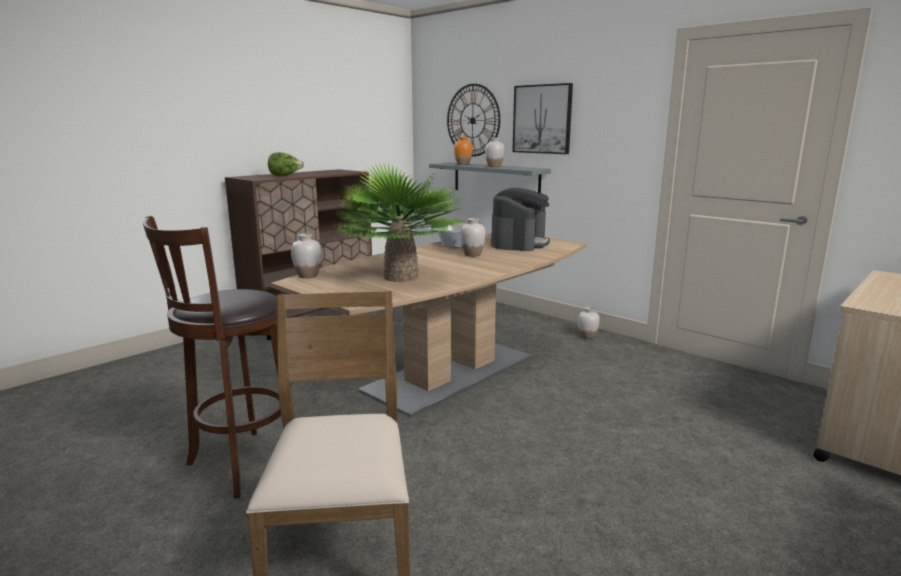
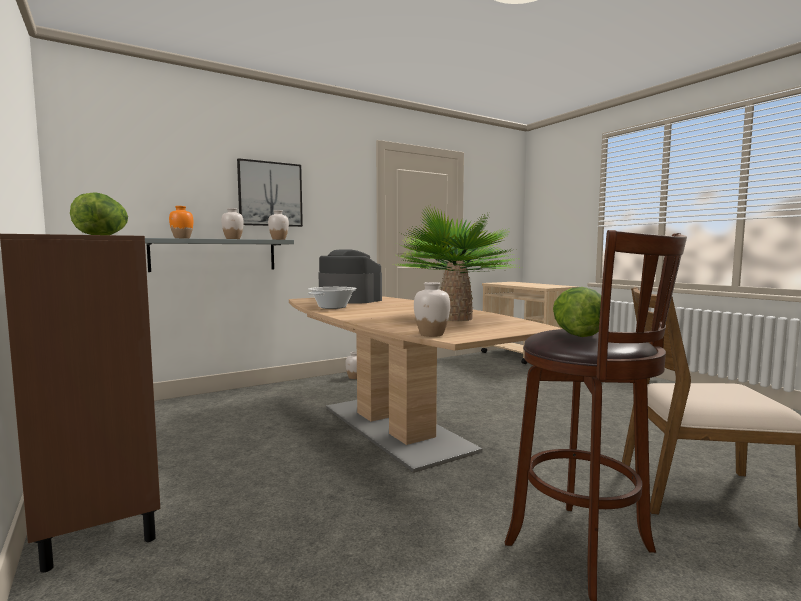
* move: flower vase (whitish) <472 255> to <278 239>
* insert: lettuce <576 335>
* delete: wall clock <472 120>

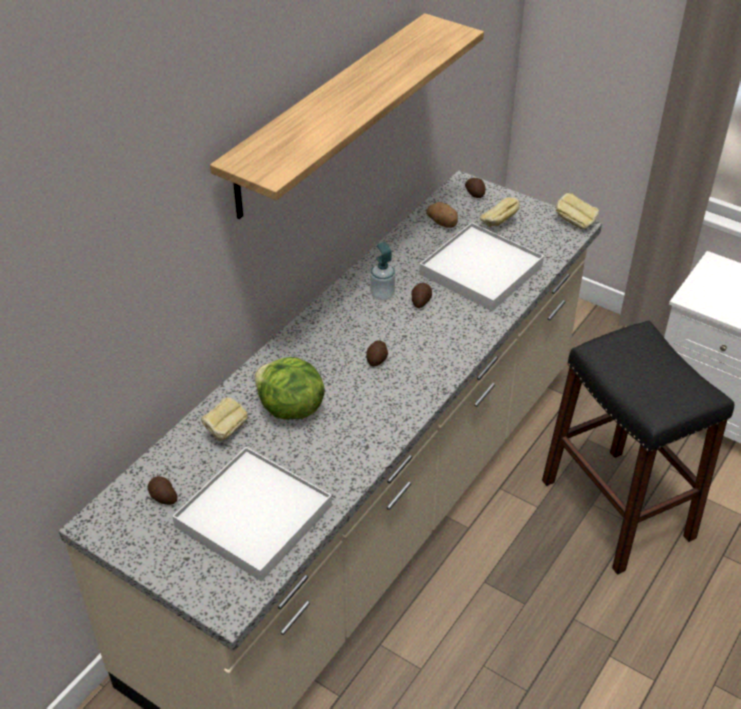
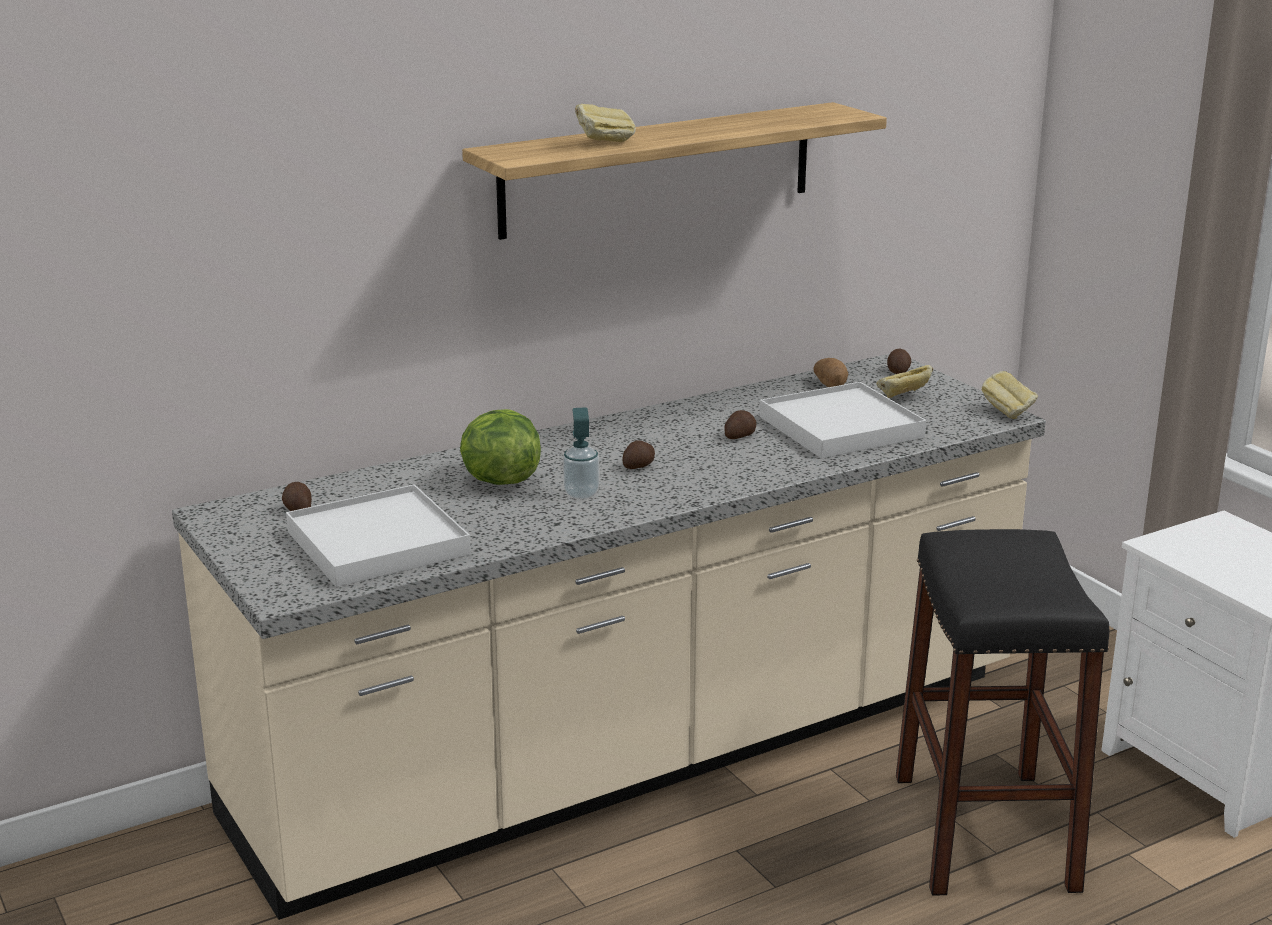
* move: soap dispenser <382 295> to <581 494>
* move: bread <225 431> to <604 143>

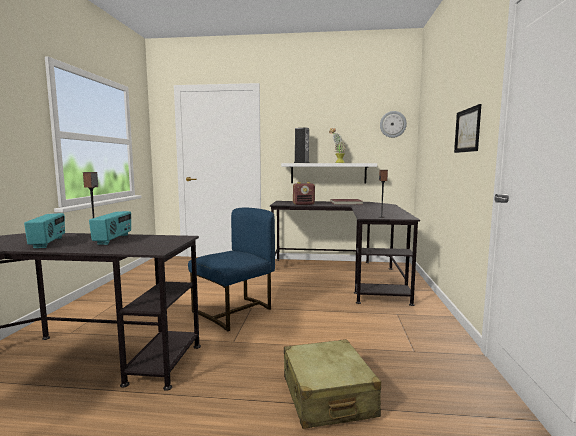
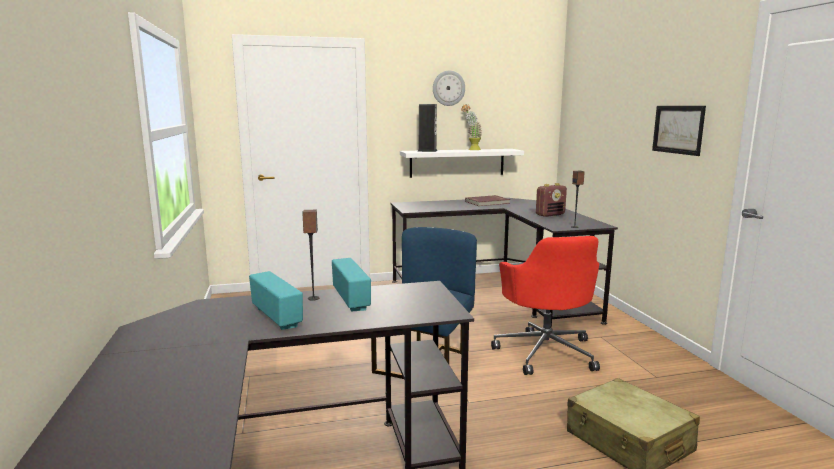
* move: wall clock <393 124> to <448 88>
* insert: desk chair (red) <545 352>
* move: radio set <304 204> to <550 215>

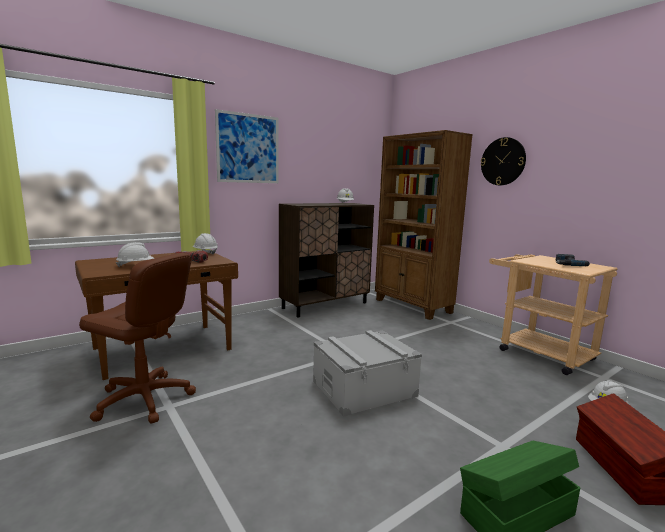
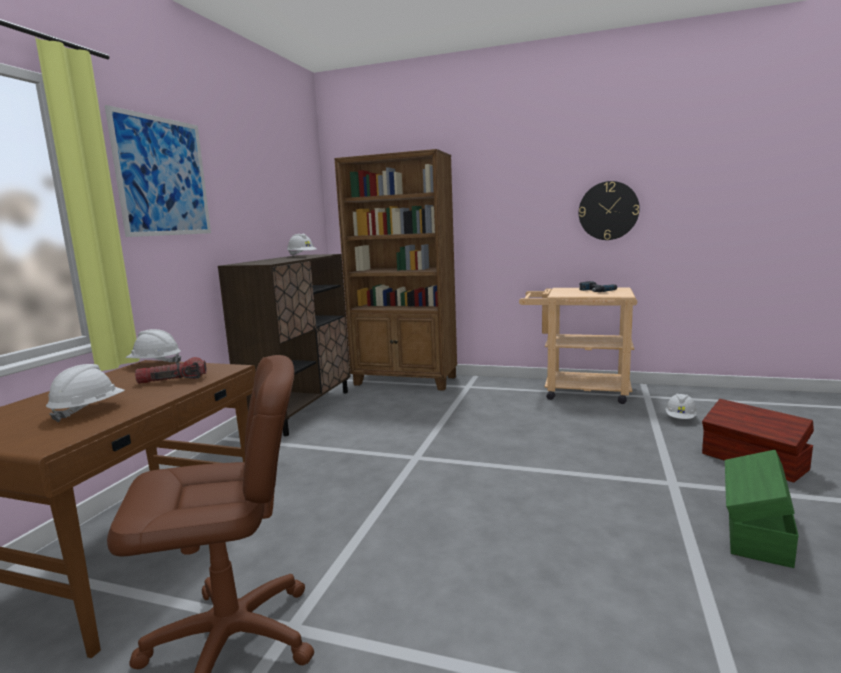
* move: wall clock <503 161> to <608 211>
* delete: storage bin (gray) <364 388>

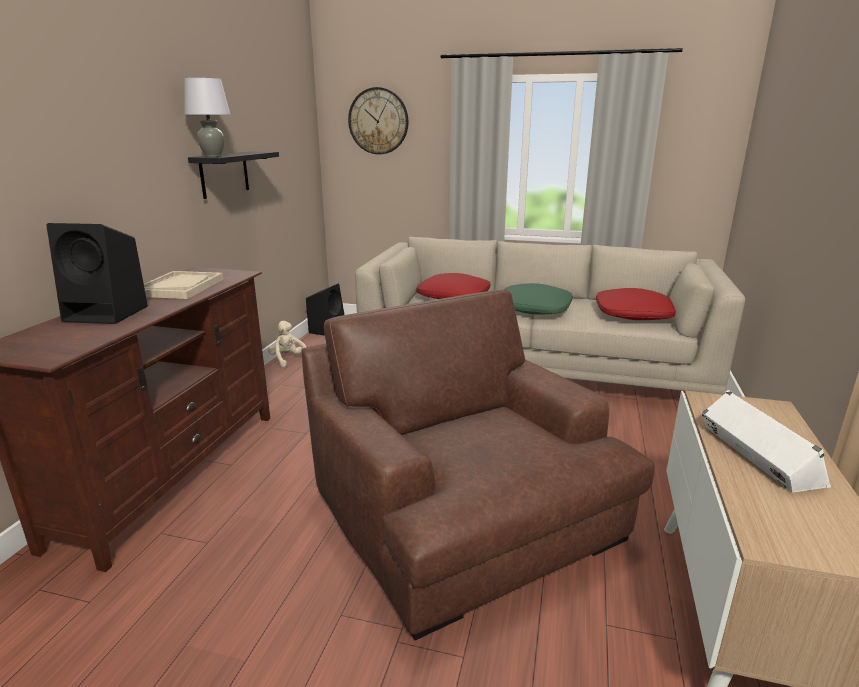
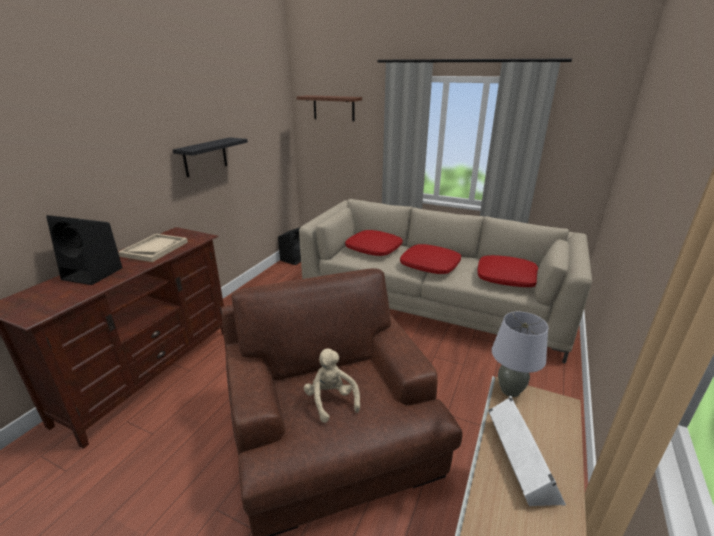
* replace: wall clock <378 121> to wall shelf (brownish) <333 108>
* move: cuddly toy (beige-coloured) <288 360> to <331 400>
* recolor: pillow (green-coloured) <534 308> to pillow (red) <430 265>
* move: table lamp (gray) <213 156> to <510 390>

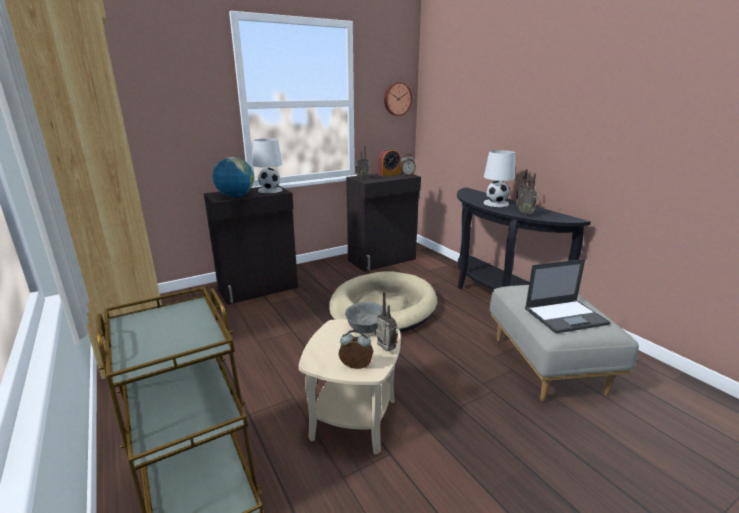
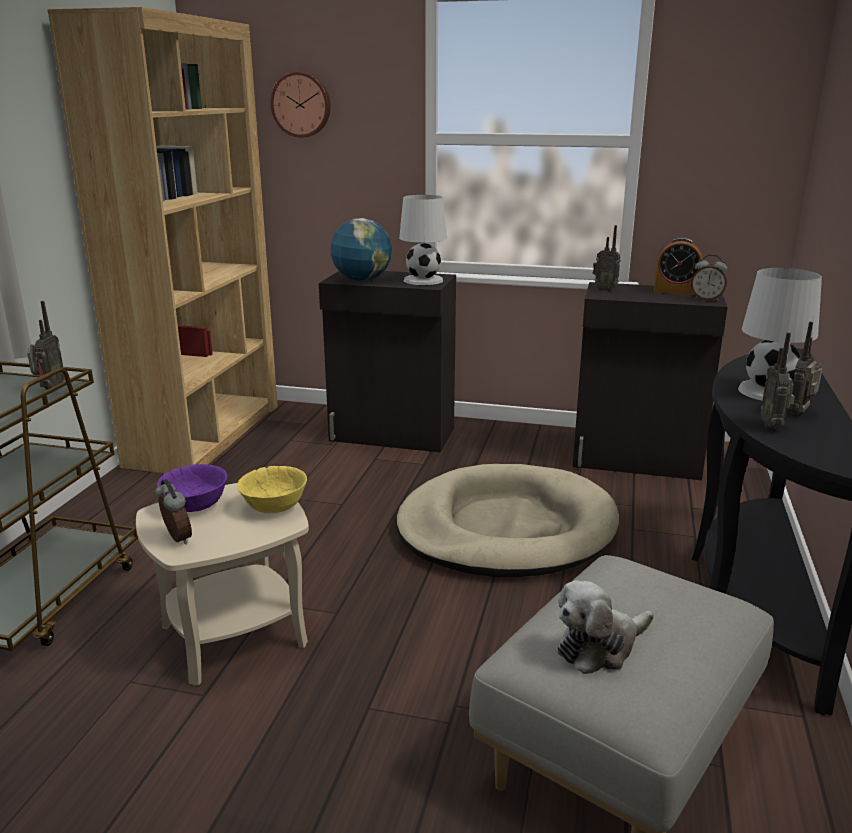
* move: radio set <385 351> to <49 389>
* insert: deep dish (purplish) <195 506>
* recolor: deep dish (gray) <366 329> to deep dish (yellow-coloured) <274 507>
* move: wall clock <397 99> to <301 105>
* replace: notebook computer <566 316> to cuddly toy <600 647>

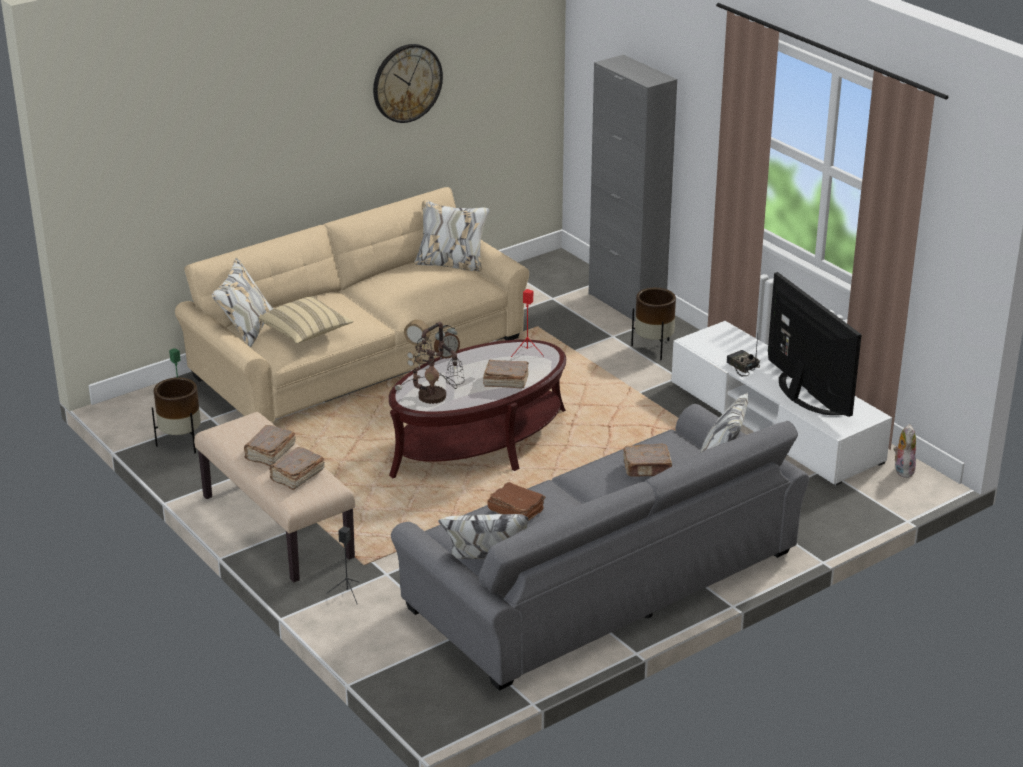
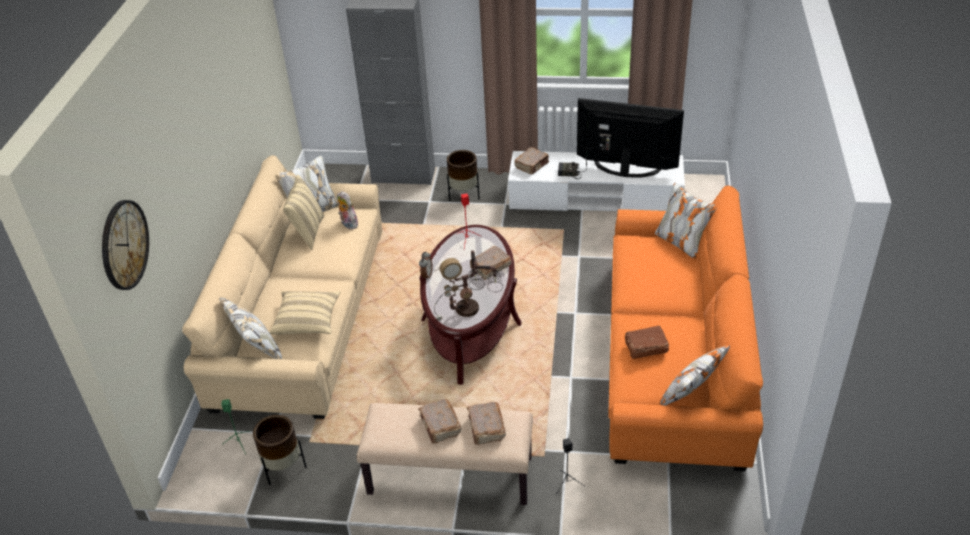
* move: wall clock <407 83> to <124 244>
* insert: pillow (beige-coloured) <307 232>
* move: cuddly toy <902 469> to <348 224>
* move: book (brownish) <648 469> to <532 166>
* recolor: settee (gray) <601 580> to settee (orangey) <675 357>

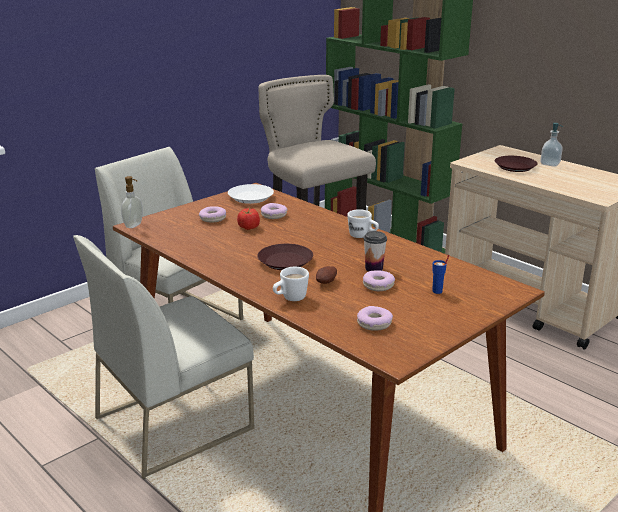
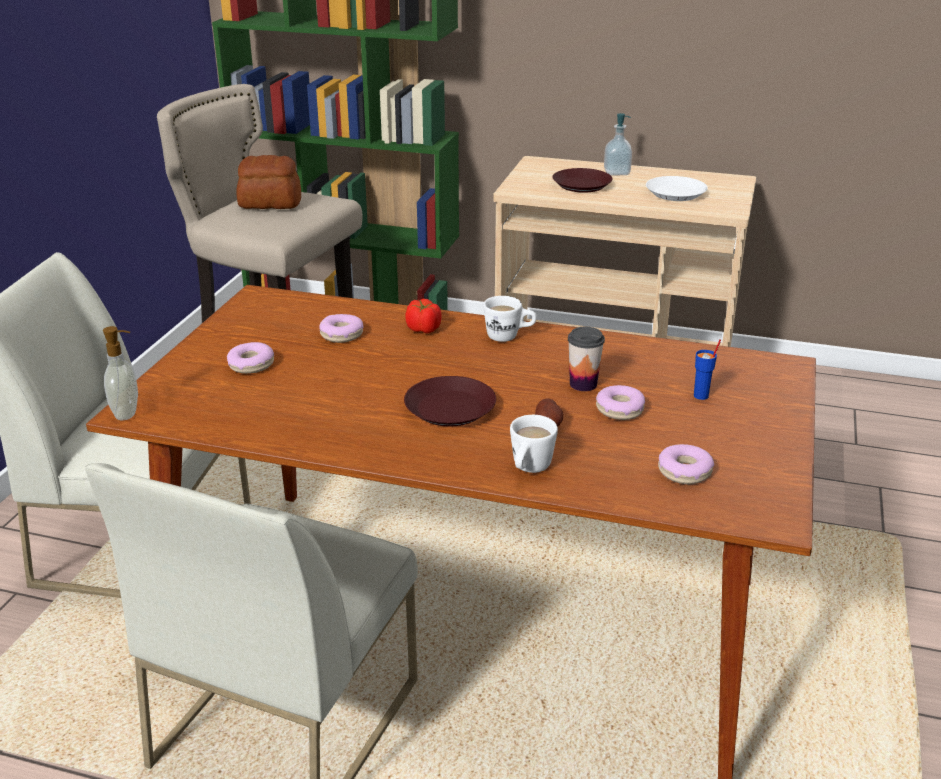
* insert: bread <270 203>
* move: tomato <248 227> to <423 329>
* move: dinner plate (whitish) <251 197> to <676 193>

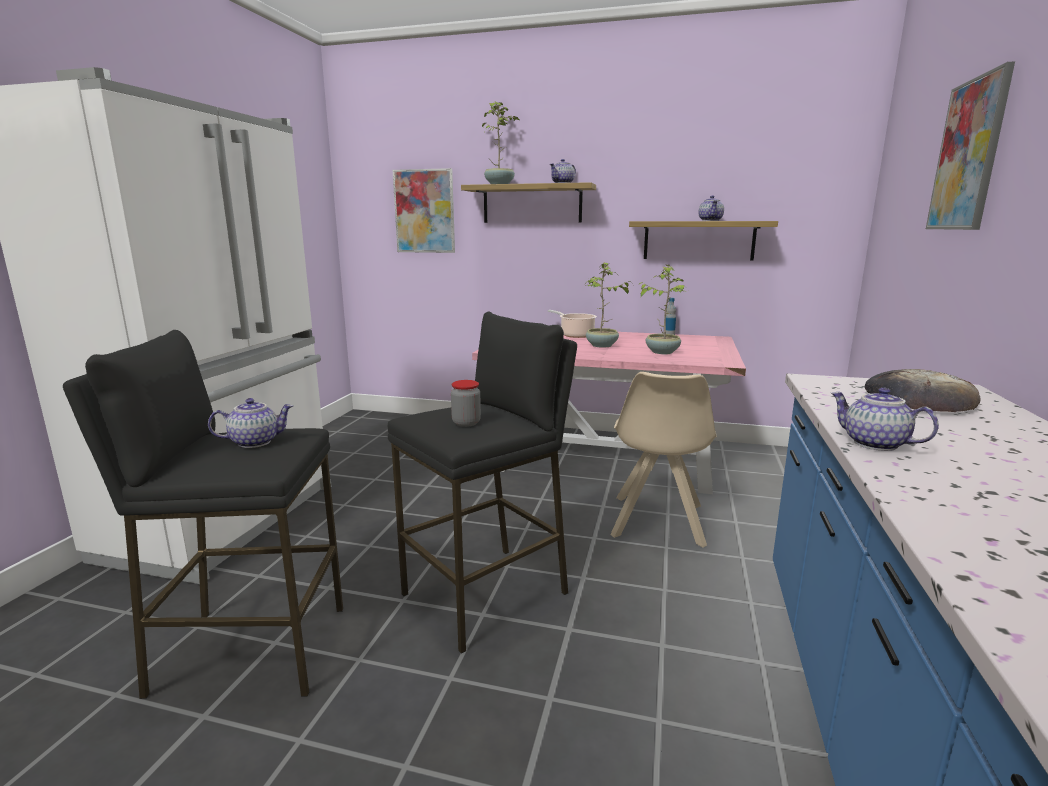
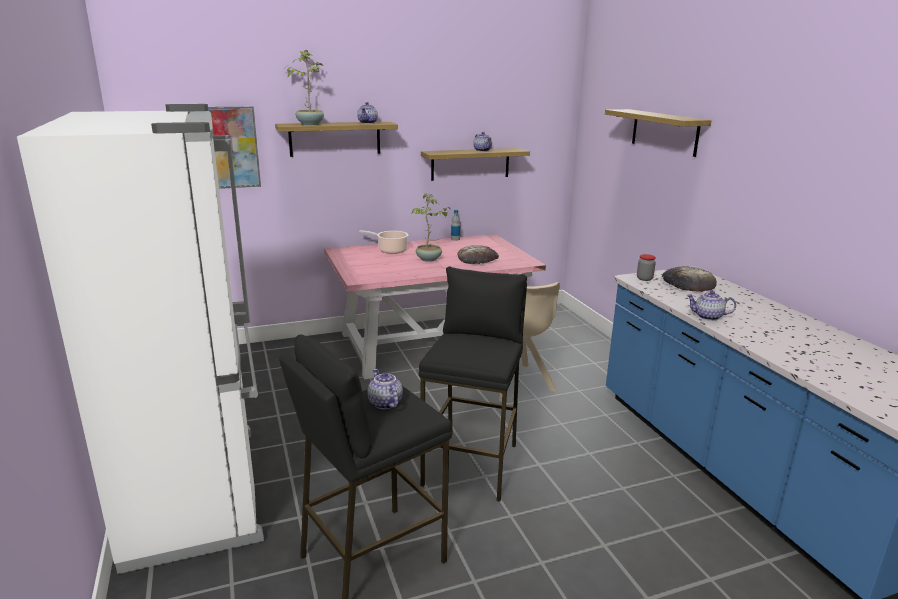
* rotate: teapot <255 442> = <384 403> 60 degrees counterclockwise
* replace: potted plant <662 352> to bread <477 258>
* replace: wall art <968 155> to wall shelf <664 132>
* move: preserve jar <466 423> to <644 278>

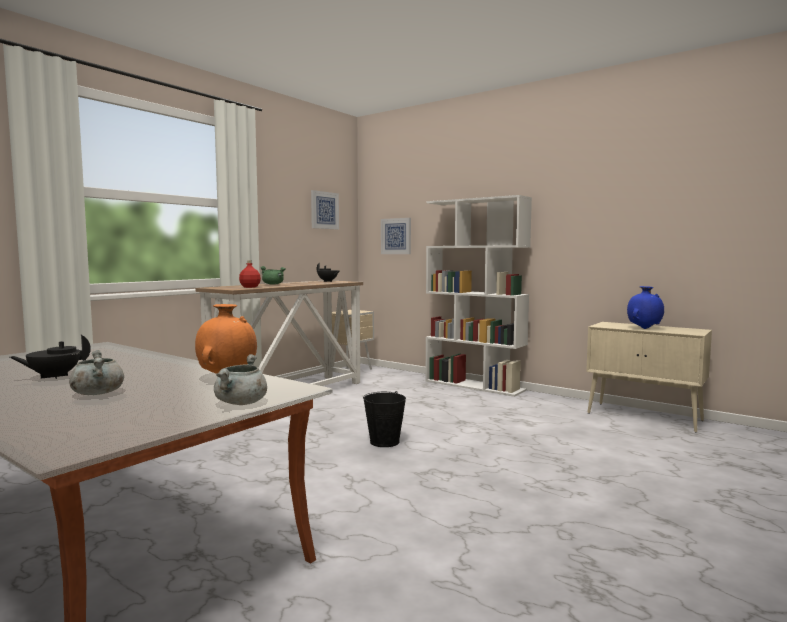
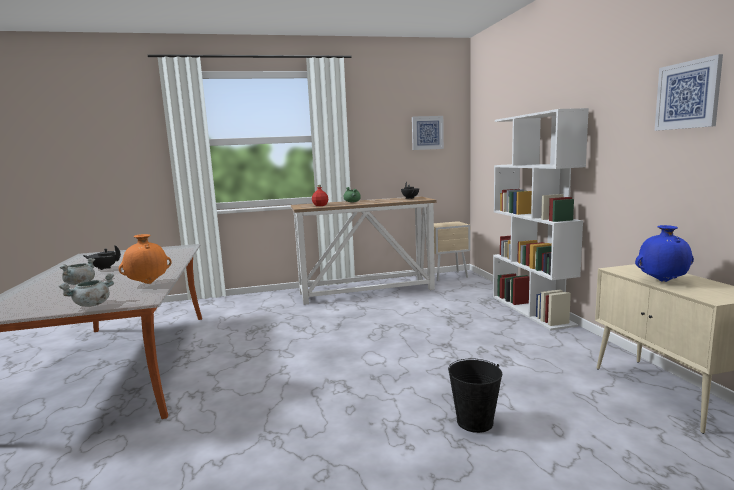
* move: bucket (black) <385 442> to <475 422>
* move: wall art <396 236> to <688 95>

